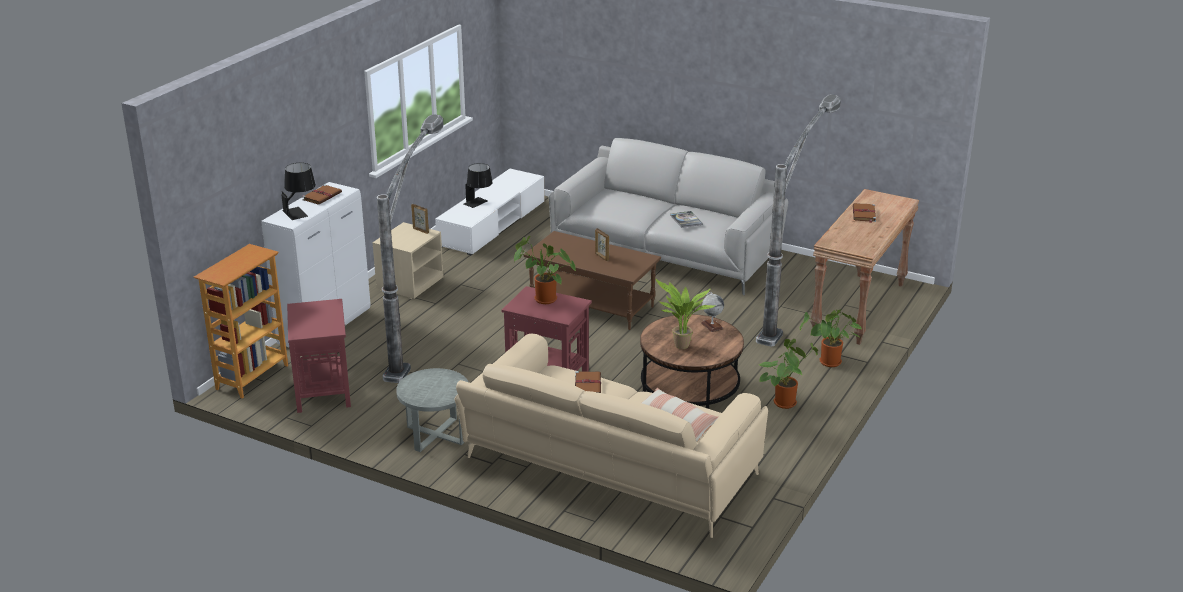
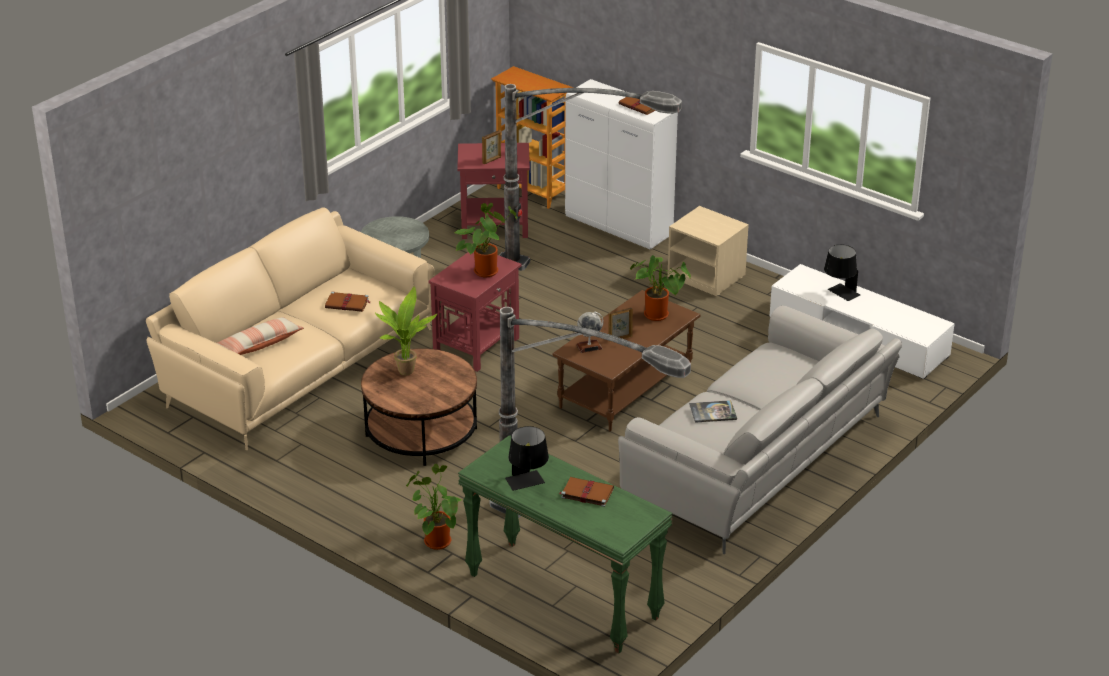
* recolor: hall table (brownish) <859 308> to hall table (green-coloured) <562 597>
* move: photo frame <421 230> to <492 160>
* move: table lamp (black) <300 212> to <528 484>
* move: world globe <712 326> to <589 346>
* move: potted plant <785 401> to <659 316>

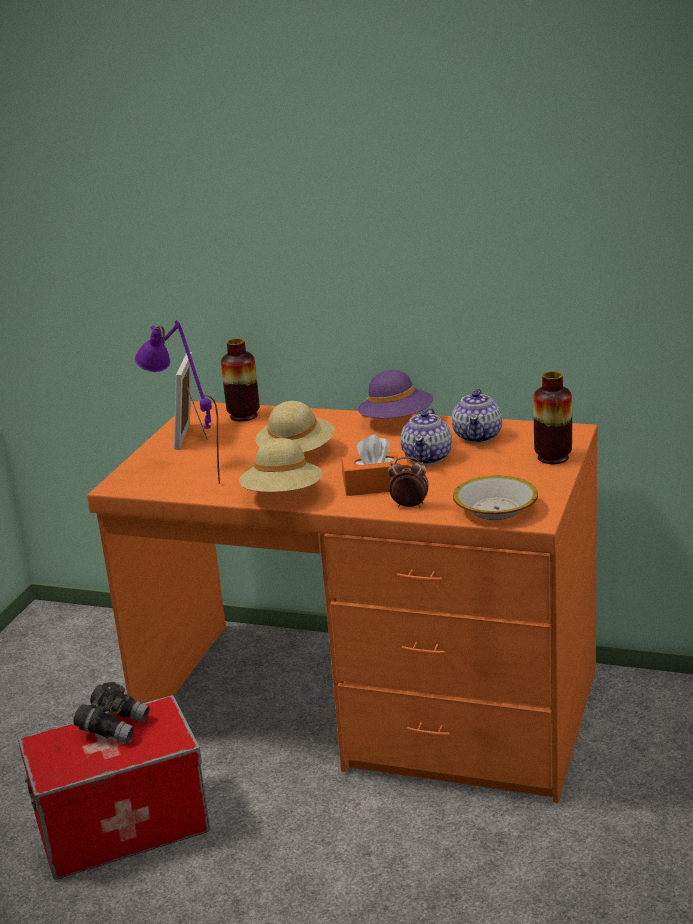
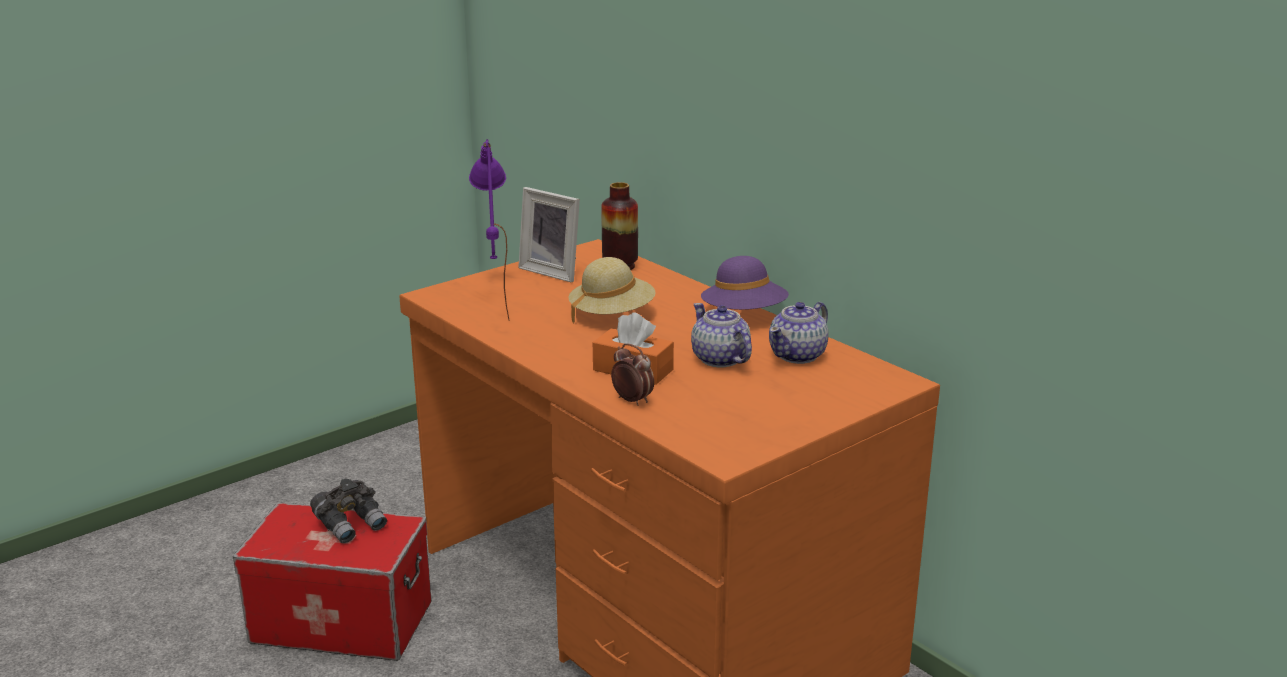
* rotate: photo frame <194 436> = <553 271> 90 degrees counterclockwise
* rotate: teapot <428 457> = <720 359> 105 degrees clockwise
* delete: clothing hat (beige-coloured) <283 496>
* delete: deep dish <496 509>
* delete: flower vase <553 457>

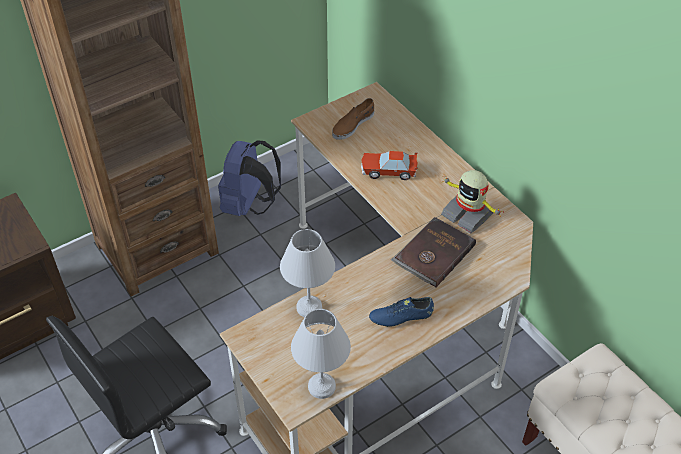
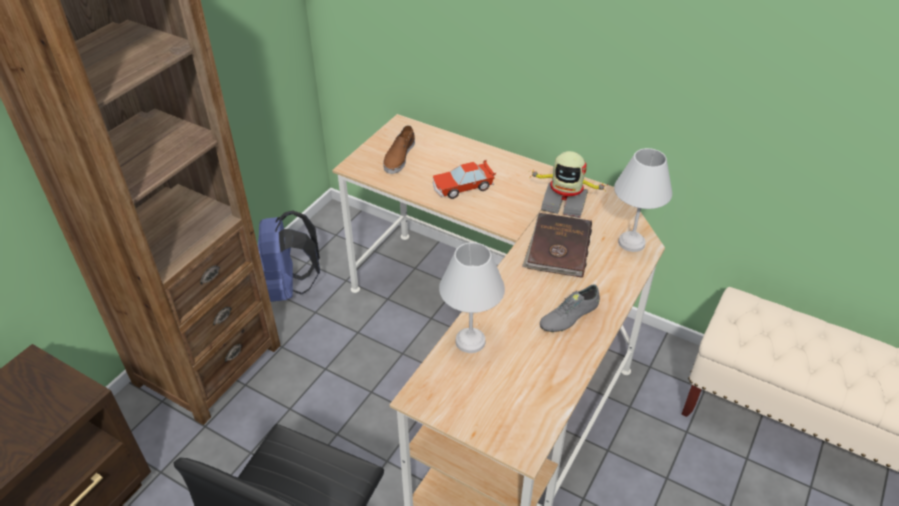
* recolor: low shoe (bluish) <401 317> to low shoe (gray) <569 317>
* move: table lamp (whitish) <322 387> to <632 243>

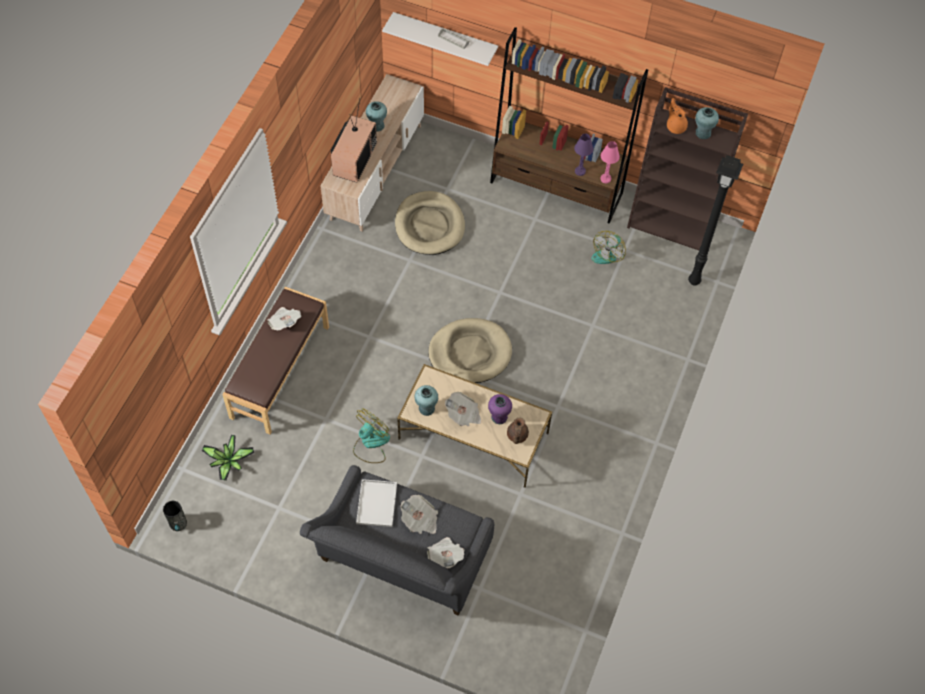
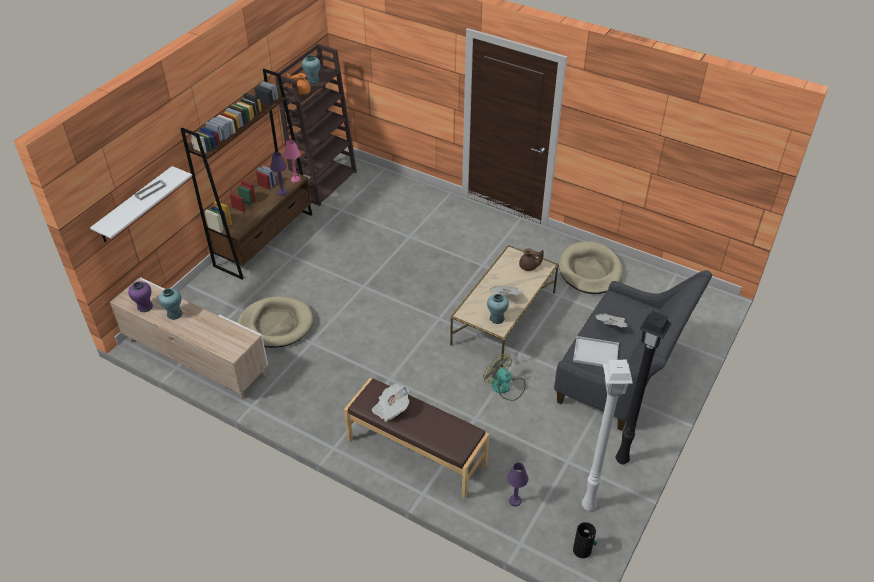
* move: flower vase (purplish) <499 417> to <145 307>
* replace: potted plant <229 462> to table lamp (purplish) <515 501>
* move: pet bed (beige-coloured) <470 353> to <590 270>
* insert: floor lamp (whitish) <587 506>
* move: floor lamp (black) <693 281> to <622 461>
* delete: television <354 158>
* delete: printed paper <445 556>
* delete: cooling fan <607 253>

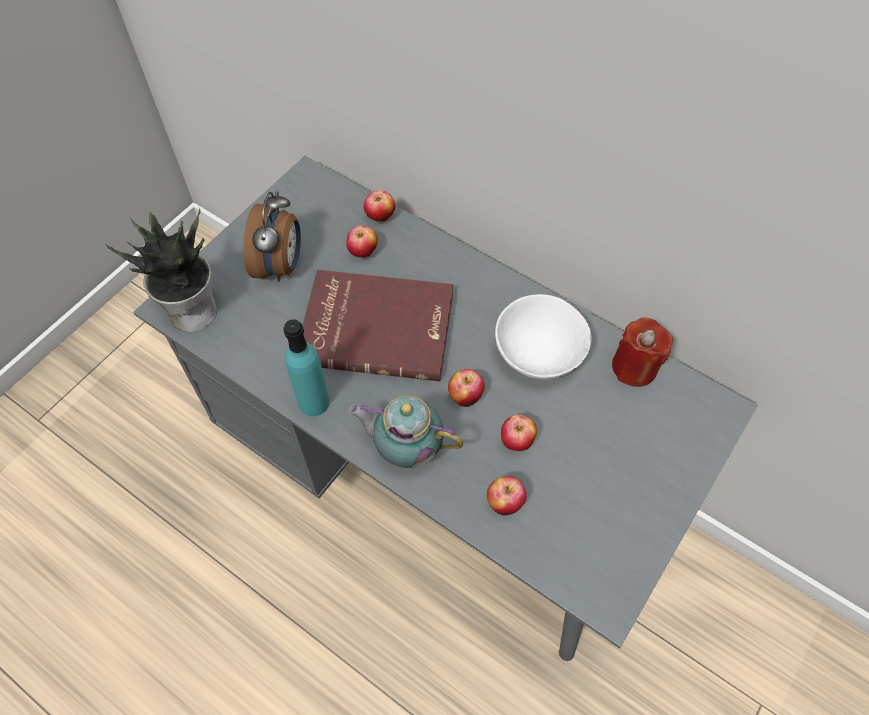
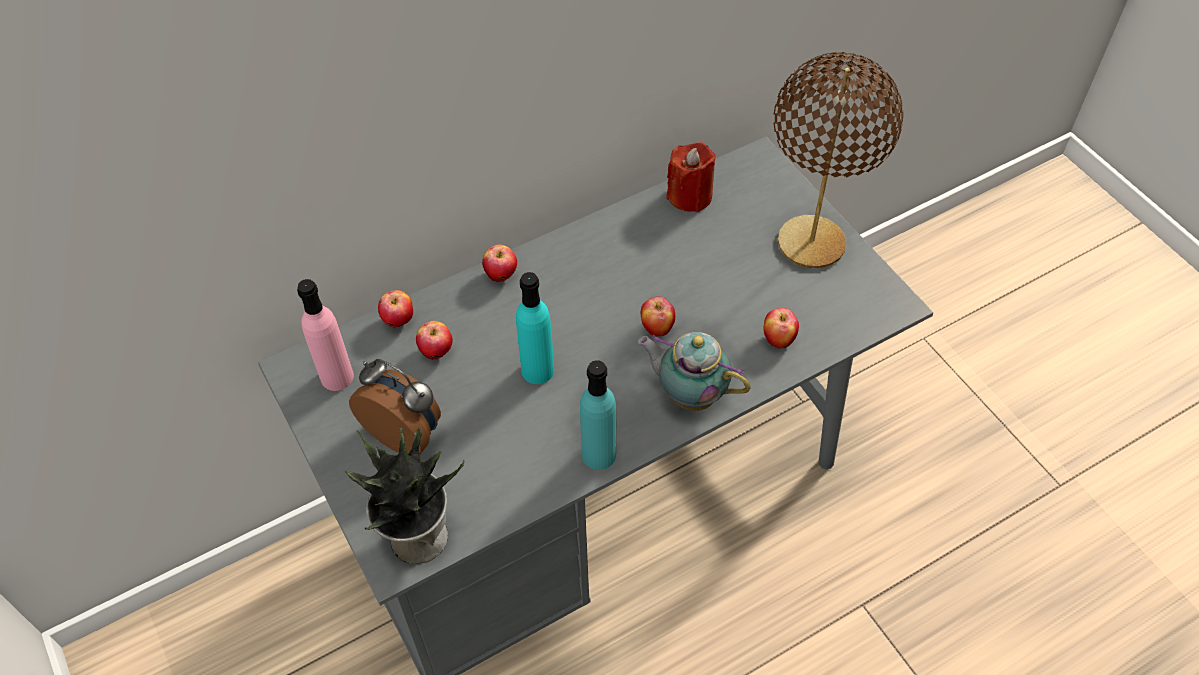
* insert: drink bottle (pink-coloured) <337 377>
* move: whole apple <516 442> to <501 275>
* replace: book (red) <377 326> to drink bottle (blue-green) <537 370>
* rotate: teapot <406 449> = <689 394> 75 degrees clockwise
* insert: table lamp (brownish) <810 242>
* delete: deep dish (whitish) <537 353>

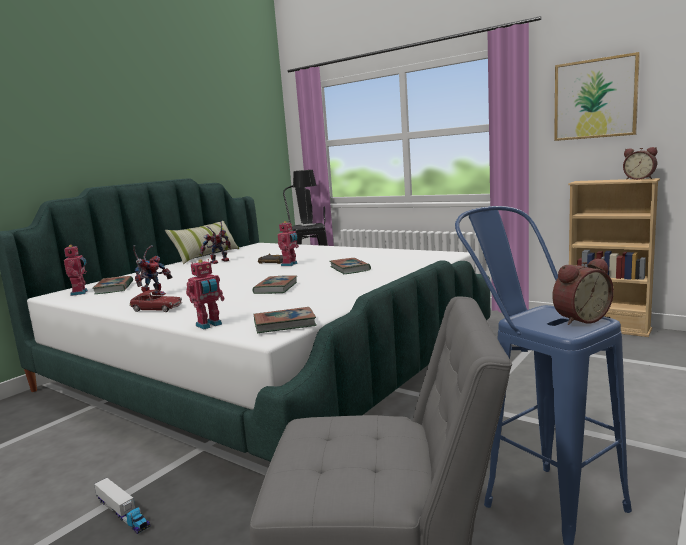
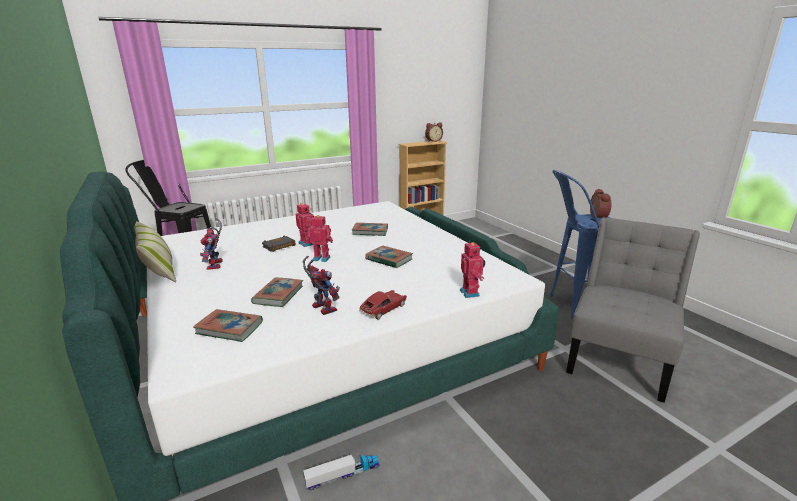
* move: book <284 324> to <278 295>
* move: toy lorry <123 513> to <342 475>
* move: model robot <80 293> to <322 258>
* delete: table lamp <308 224>
* delete: wall art <595 99>

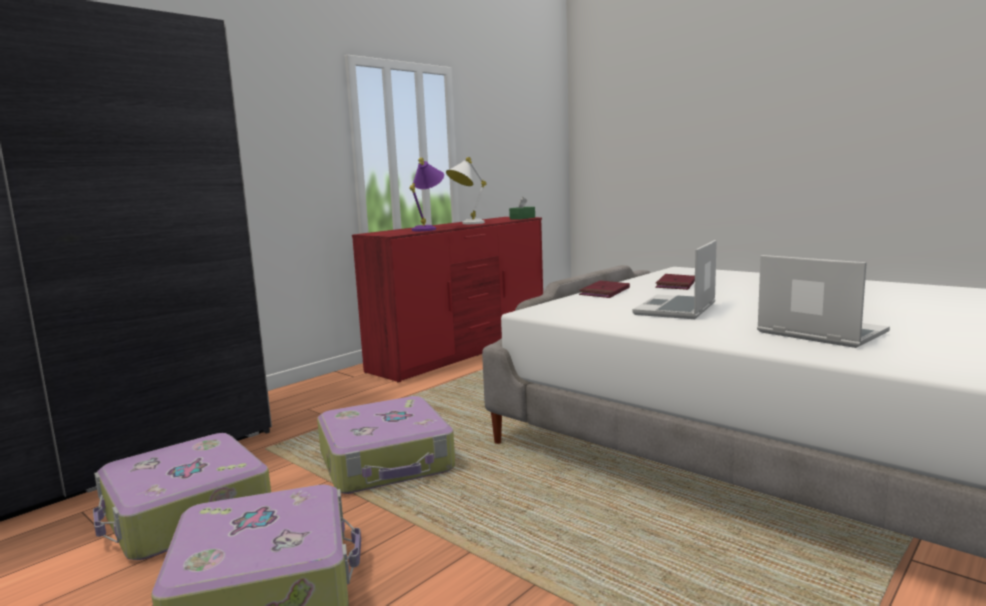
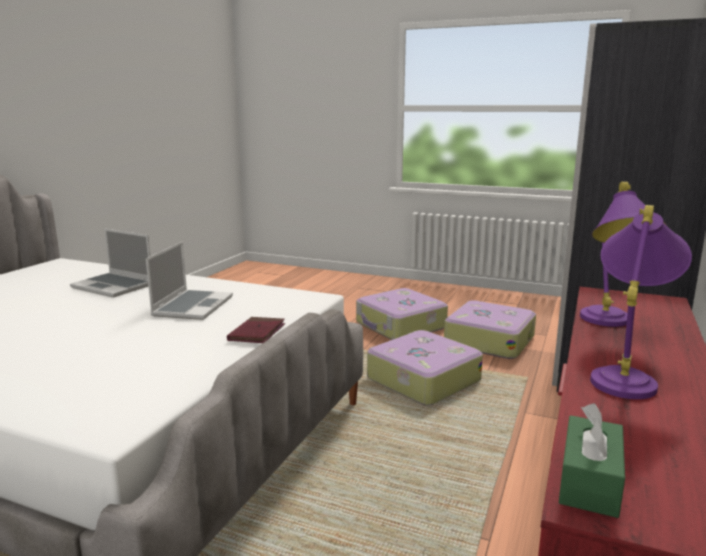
* recolor: table lamp (whitish) <466 224> to table lamp (purplish) <627 376>
* delete: book (red) <676 285>

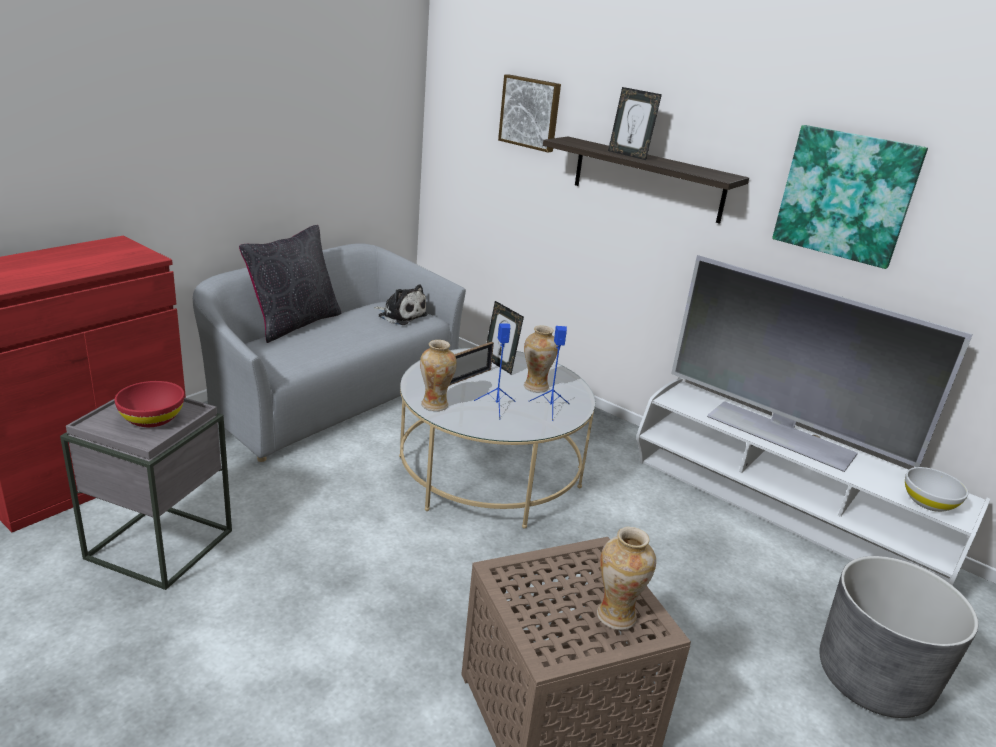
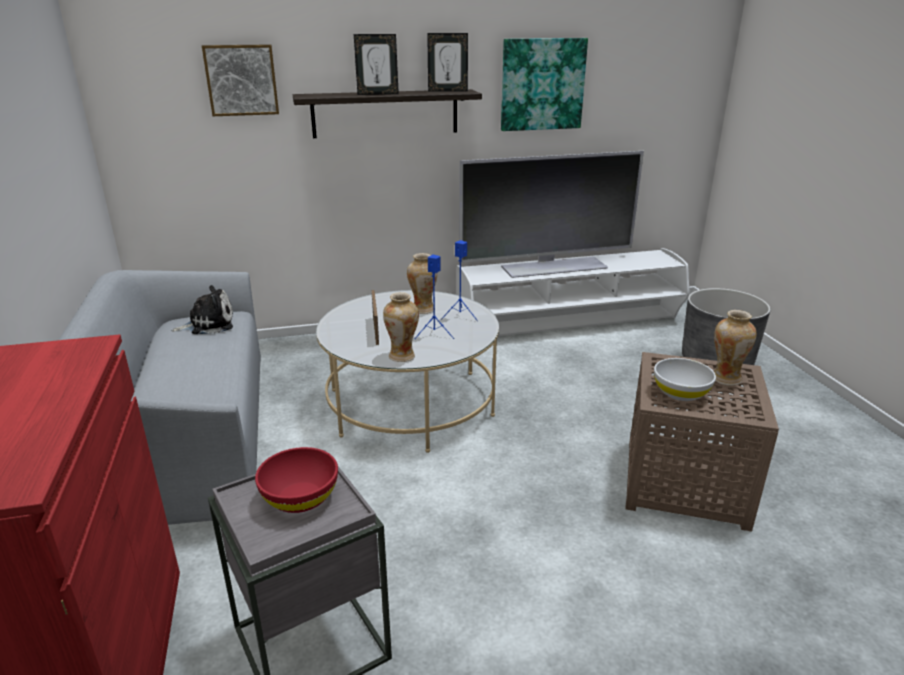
* move: photo frame <500 364> to <447 91>
* move: deep dish (whitish) <928 502> to <681 393>
* delete: pillow (black) <294 323>

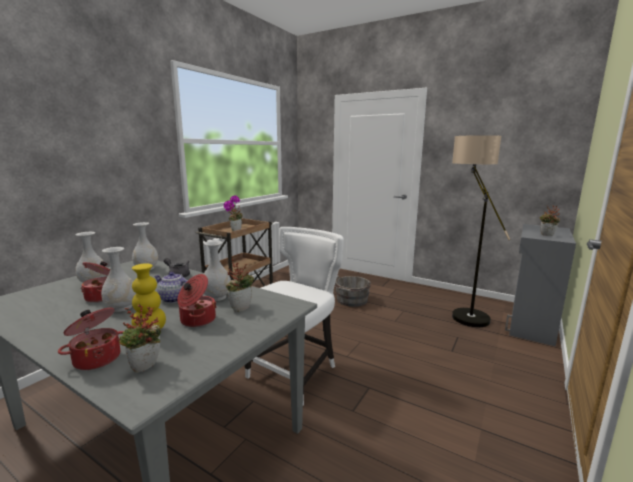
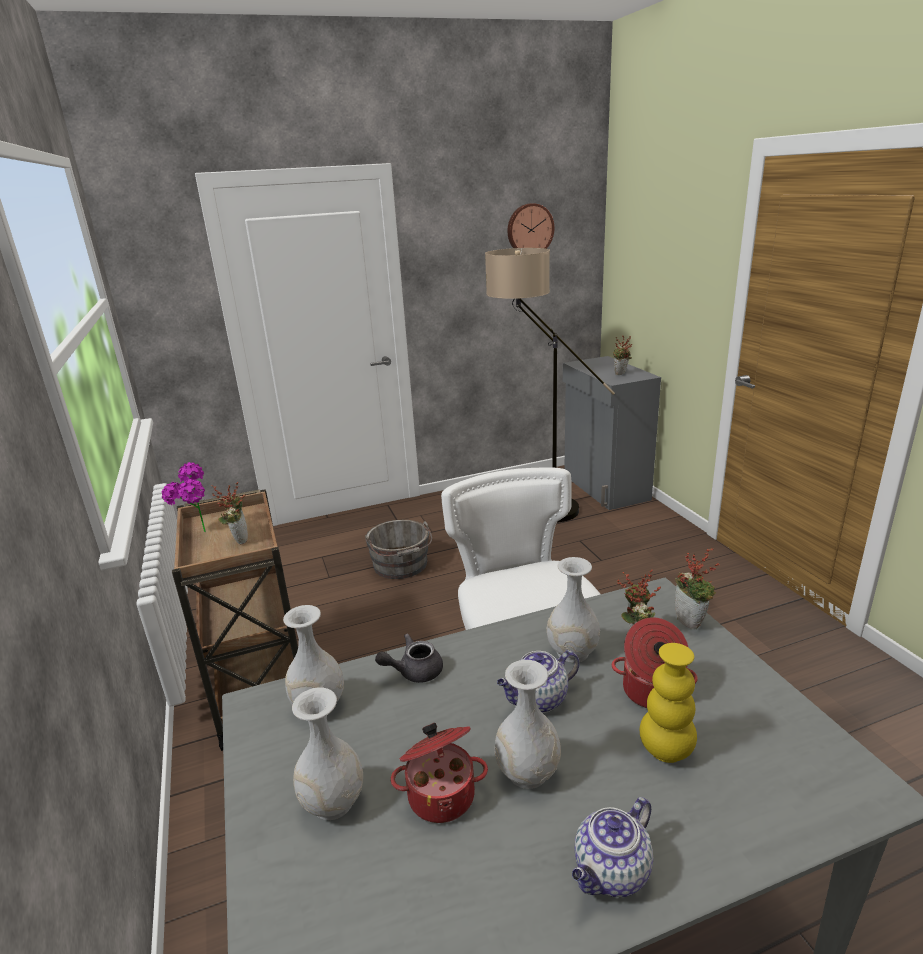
* insert: wall clock <529 229>
* insert: teapot <611 873>
* move: potted plant <146 369> to <692 622>
* delete: saucepot <97 358>

